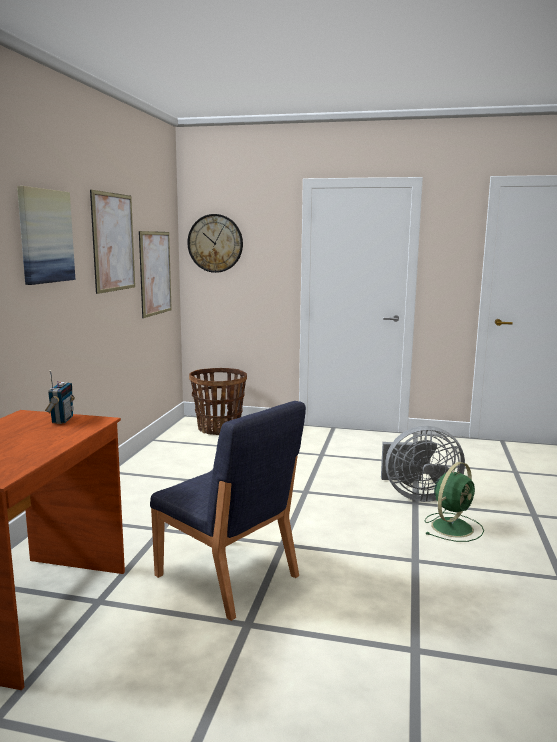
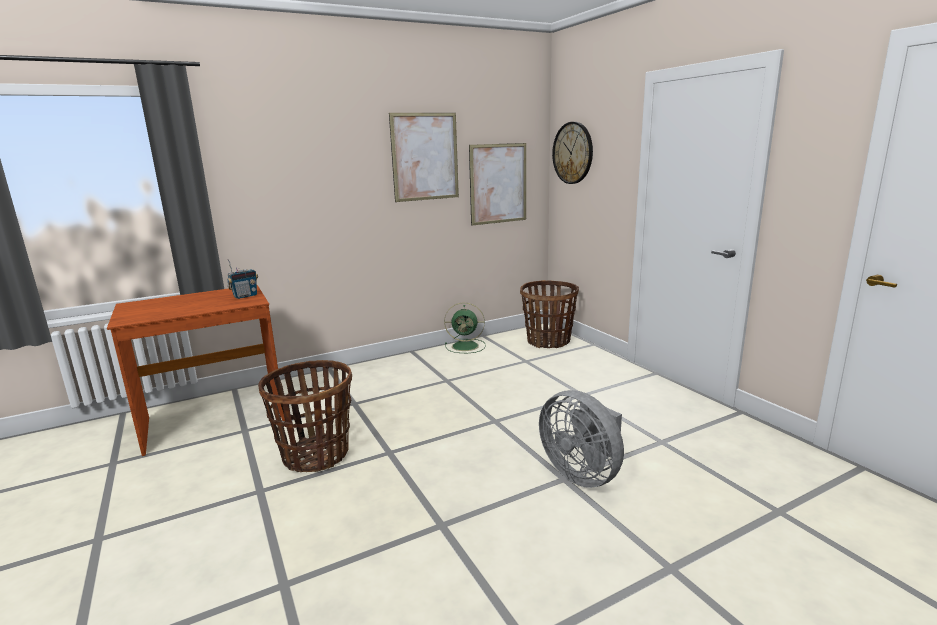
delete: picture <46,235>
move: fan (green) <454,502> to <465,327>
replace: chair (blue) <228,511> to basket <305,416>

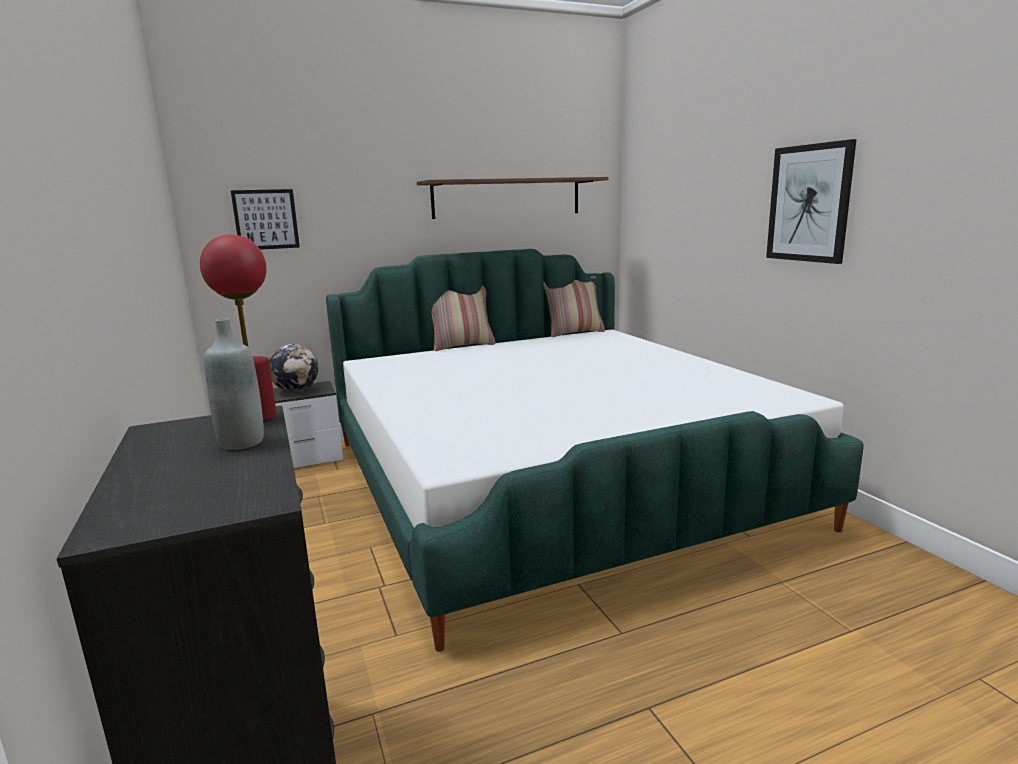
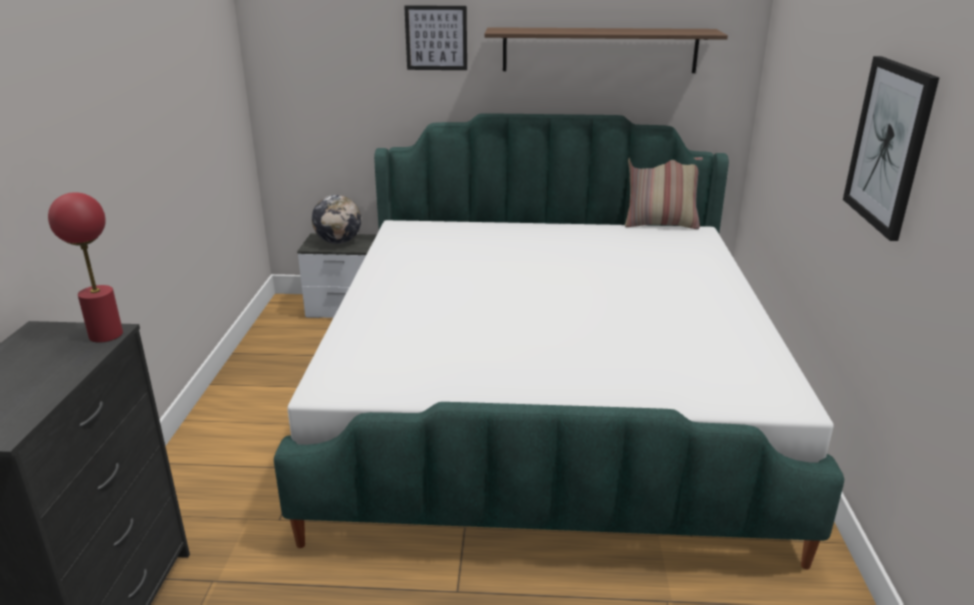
delete: bottle (grey) <234,384>; pillow <463,318>
move: picture <265,219> to <435,37>

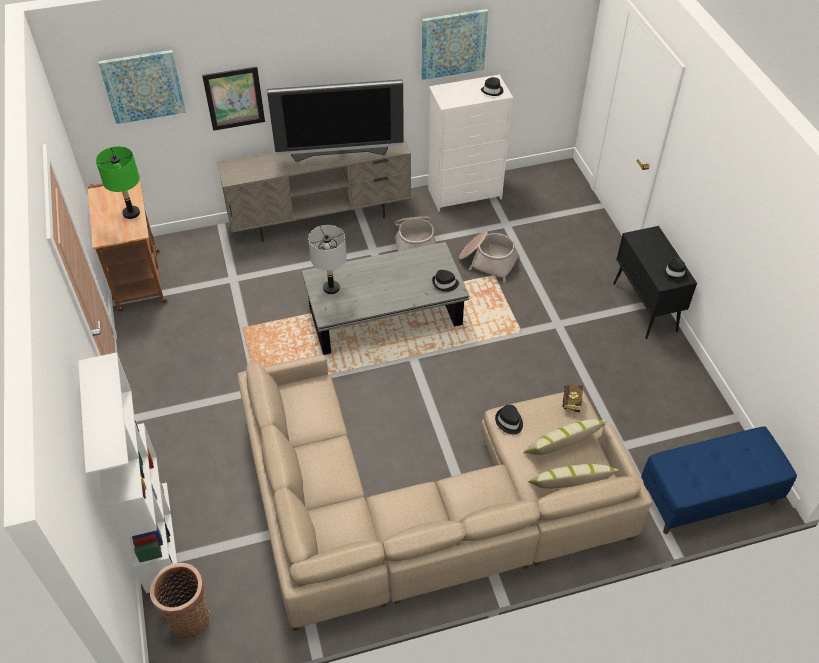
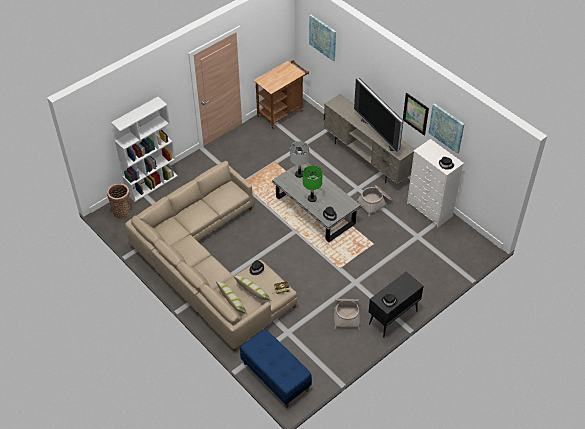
move: table lamp (green) <118,182> to <313,183>; picture <233,98> to <416,114>; basket <489,257> to <347,314>

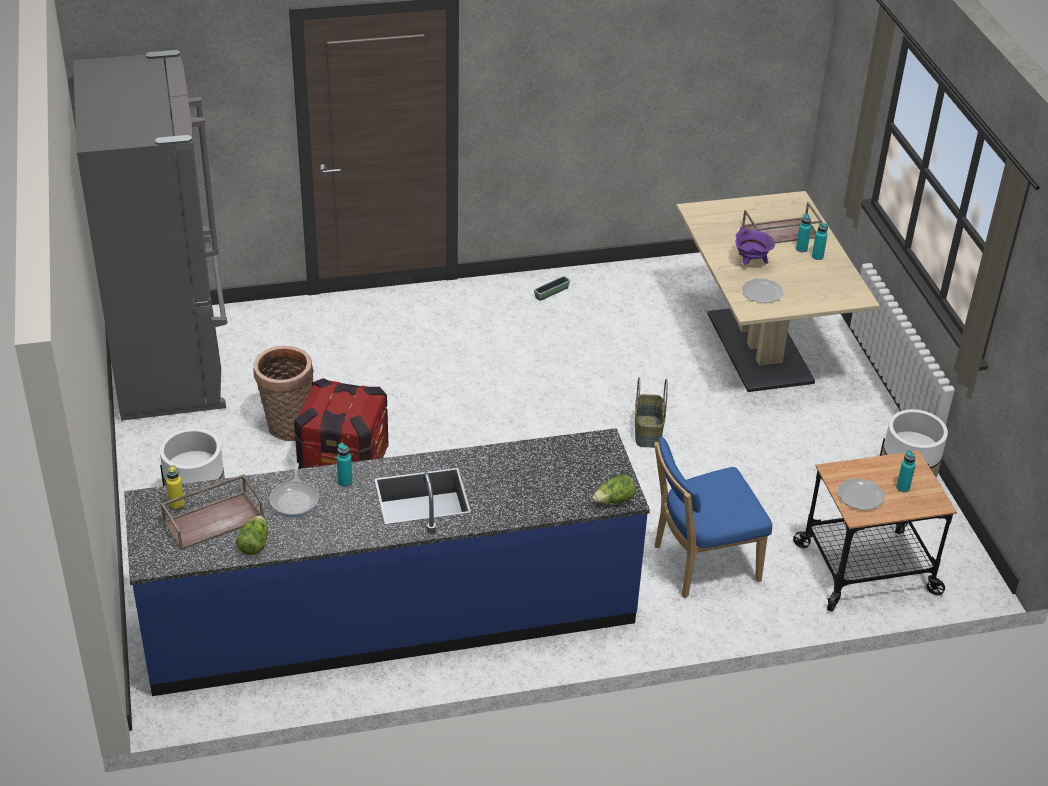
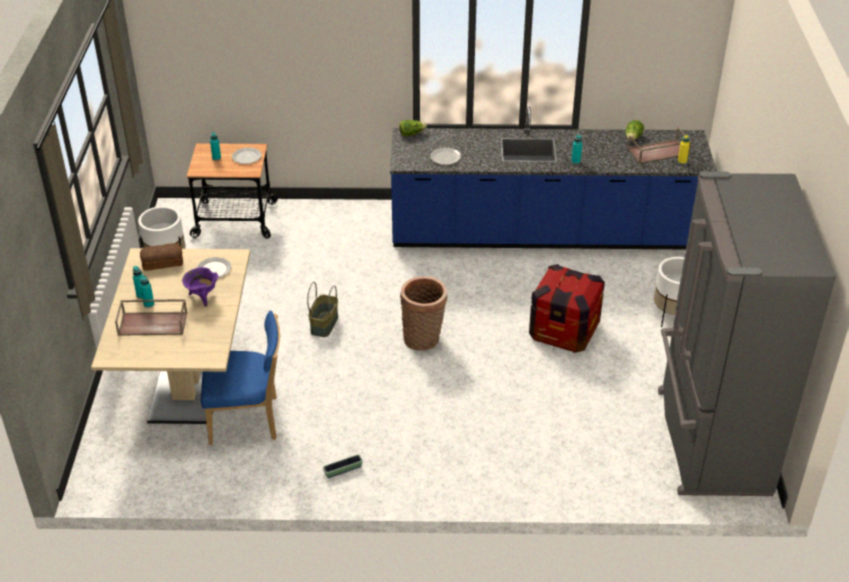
delete: frying pan <294,490>
insert: bread <161,257>; plate <445,156>
move: basket <283,393> to <423,313>; chair (blue) <713,517> to <240,378>

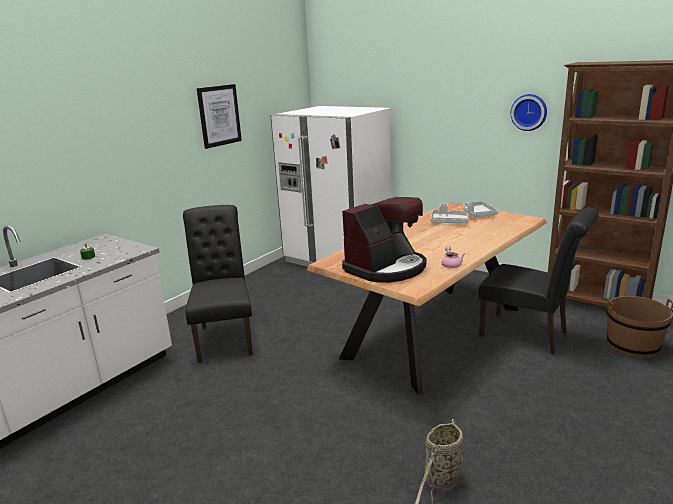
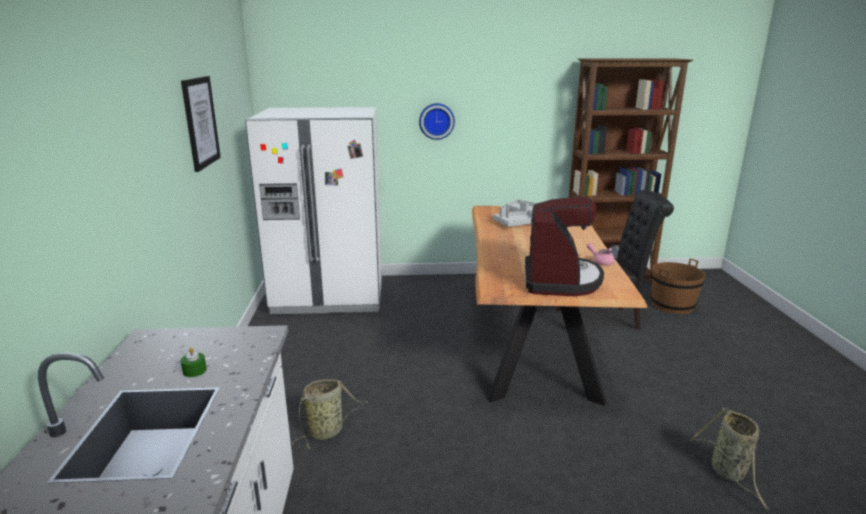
move: wall clock <528,112> to <437,121>
replace: chair (black) <218,284> to basket <330,414>

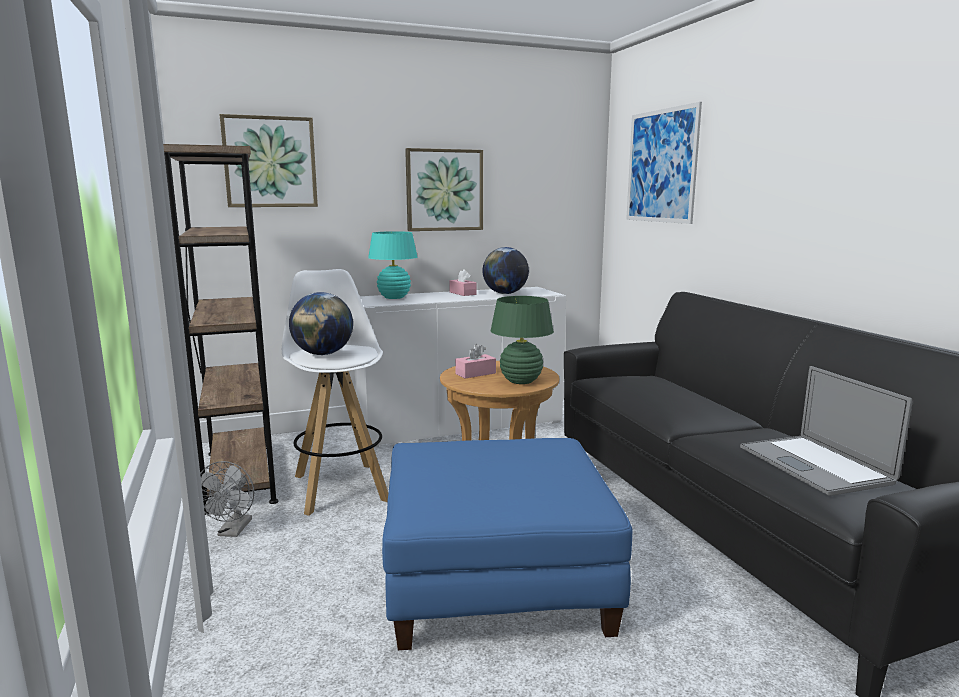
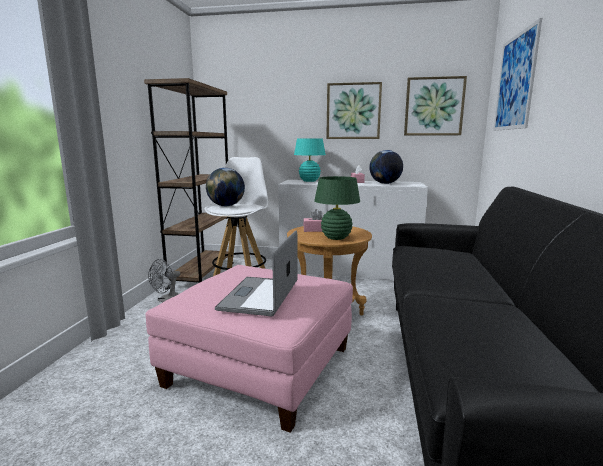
move: picture <268,160> to <435,106>; laptop <826,431> to <256,273>
recolor: ottoman (blue) <507,544> to ottoman (pink) <249,349>

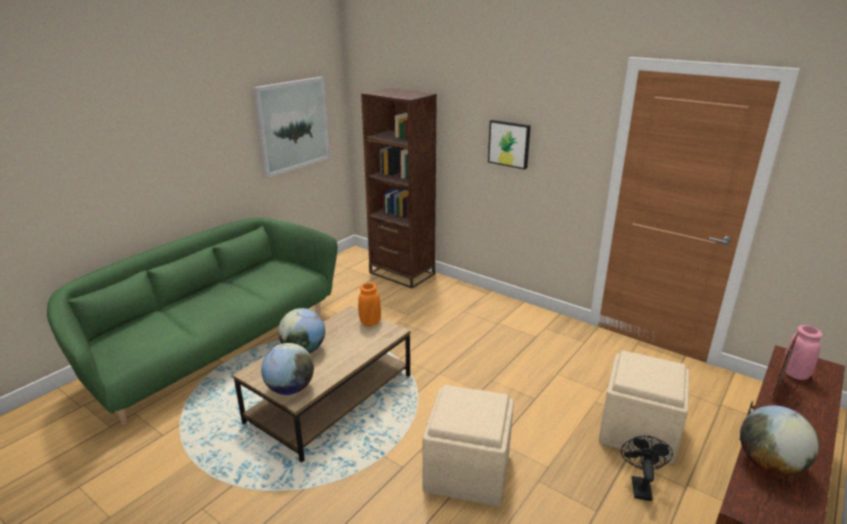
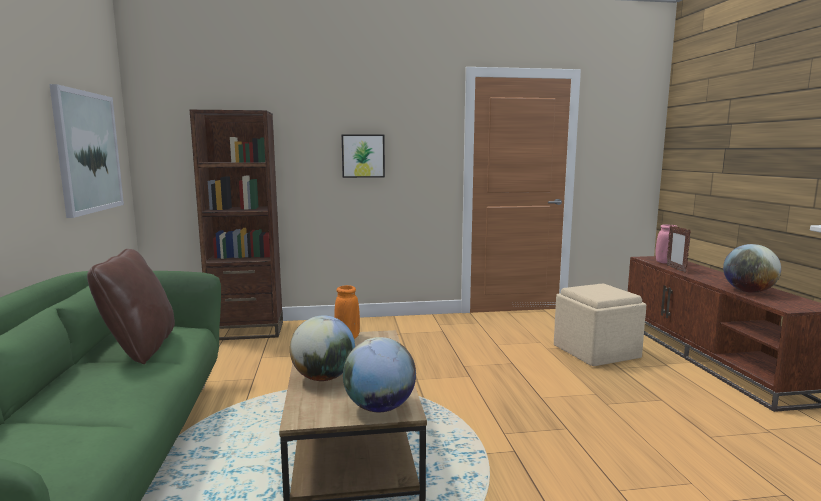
delete: ottoman (beige) <468,446>; fan (black) <647,468>
insert: pillow (brown) <131,306>

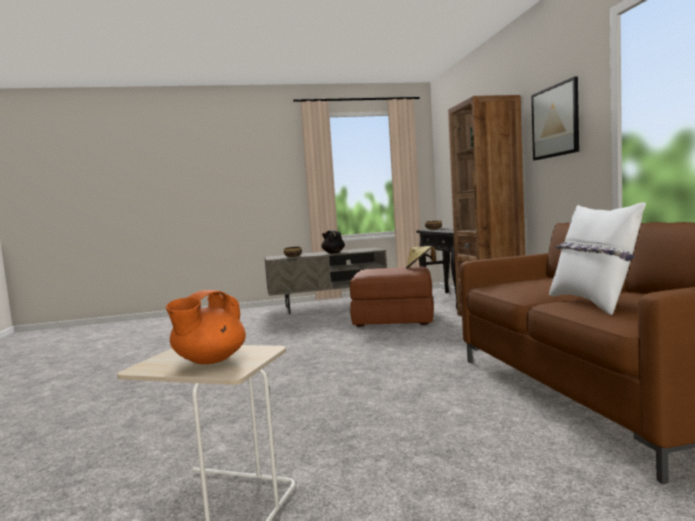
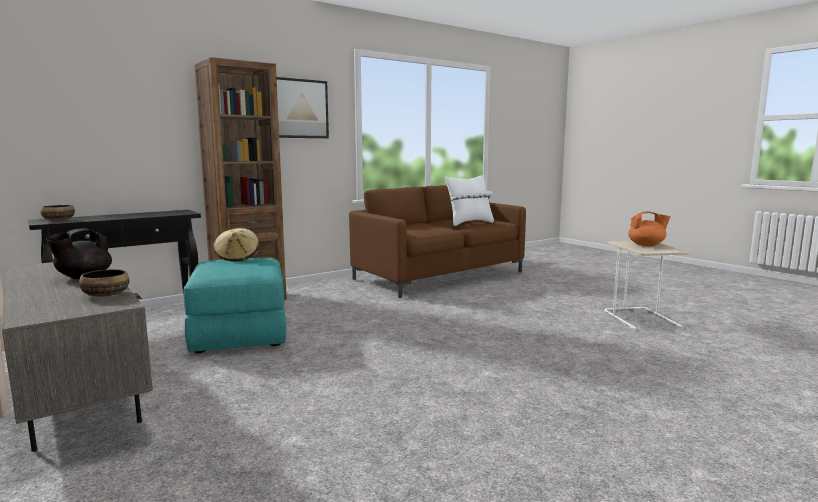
recolor: ottoman (brown) <392,296> to ottoman (turquoise) <235,305>

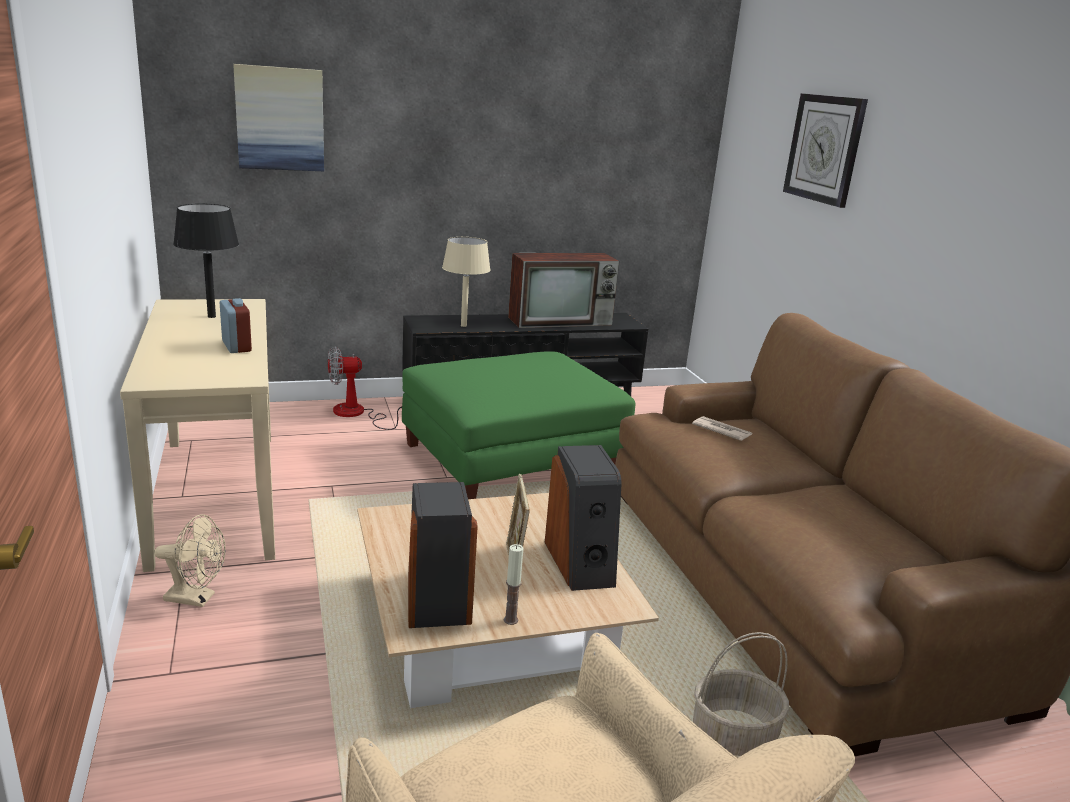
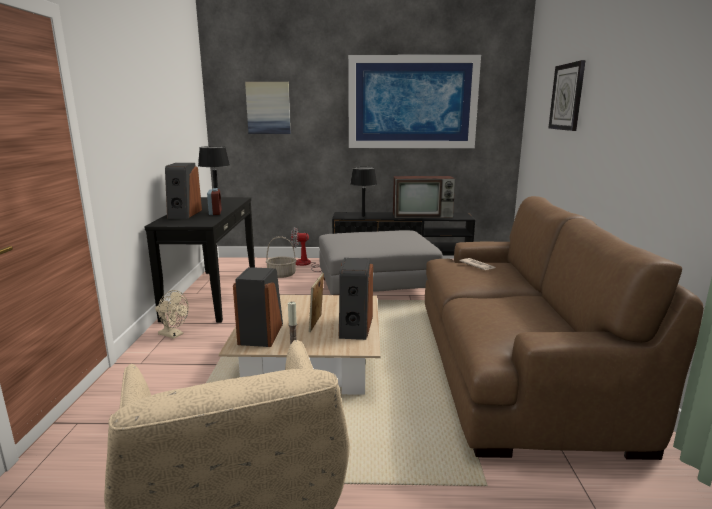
insert: speaker <183,191>; picture <414,101>
move: basket <741,694> to <281,257>
recolor: console table (beige) <197,435> to console table (black) <199,260>; ottoman (green) <518,425> to ottoman (grey) <381,262>; table lamp (beige) <466,282> to table lamp (black) <363,192>

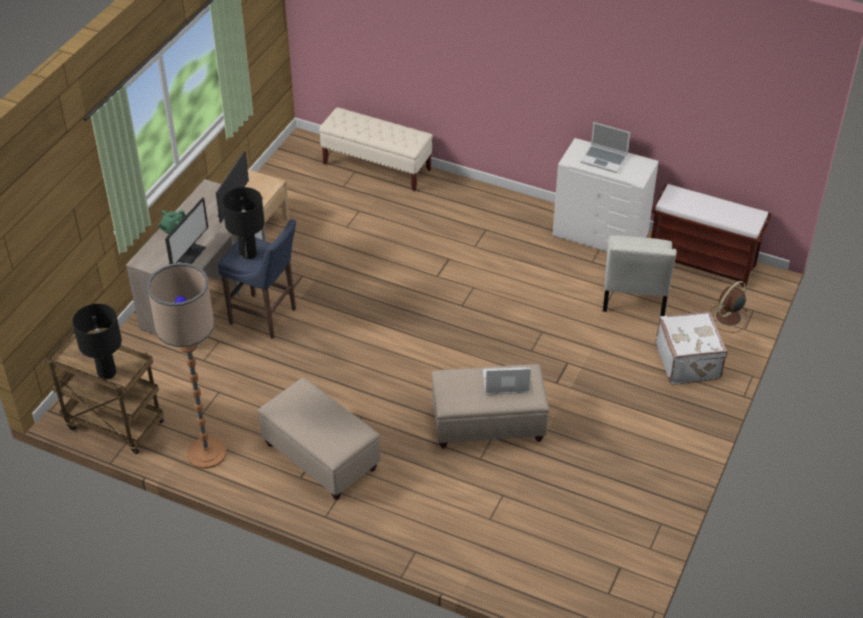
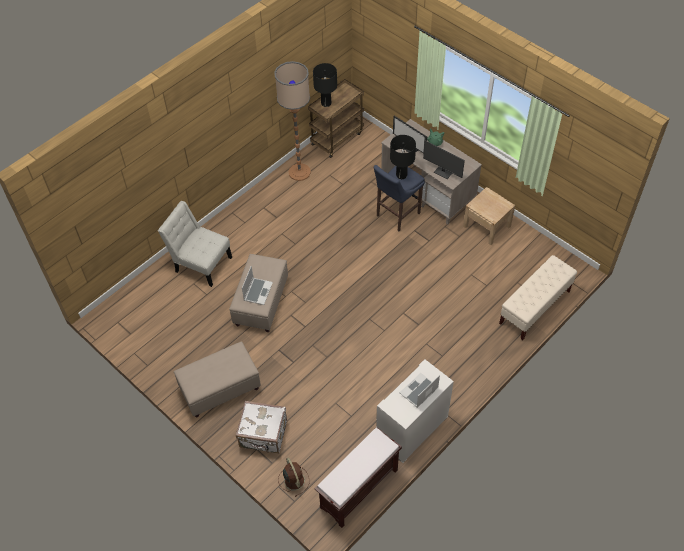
move: ottoman (beige) <318,438> to <217,379>; chair (white) <640,275> to <195,244>

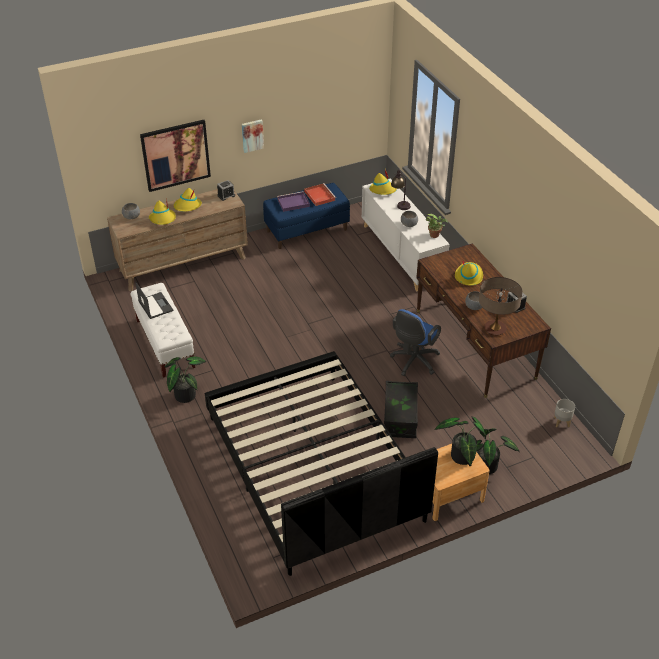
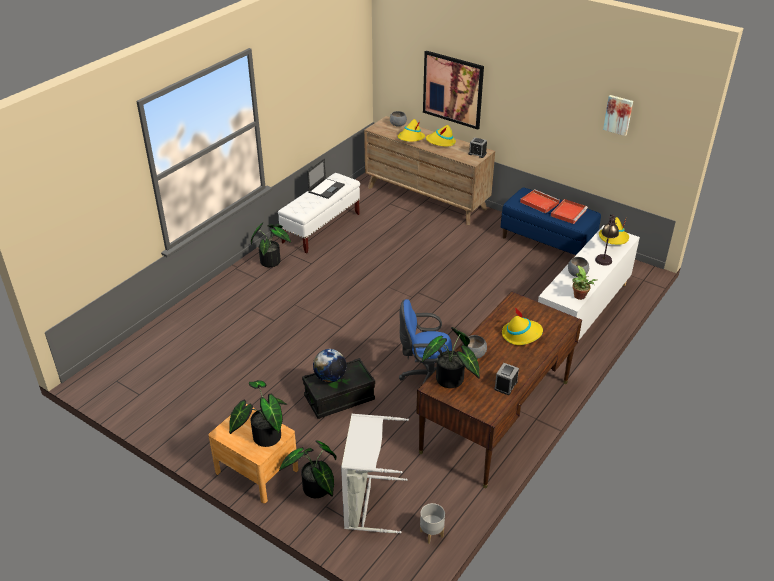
delete: bed (black) <321,463>
insert: globe <329,365>; laundry basket (grey) <375,474>
move: picture <253,136> to <618,115>
replace: table lamp <501,306> to potted plant <451,357>
recolor: tray (purple) <293,201> to tray (red) <540,201>

